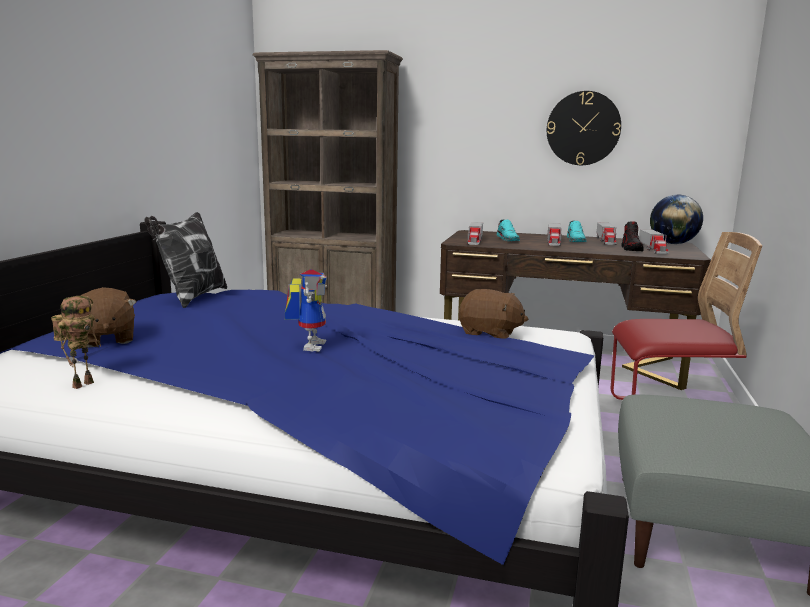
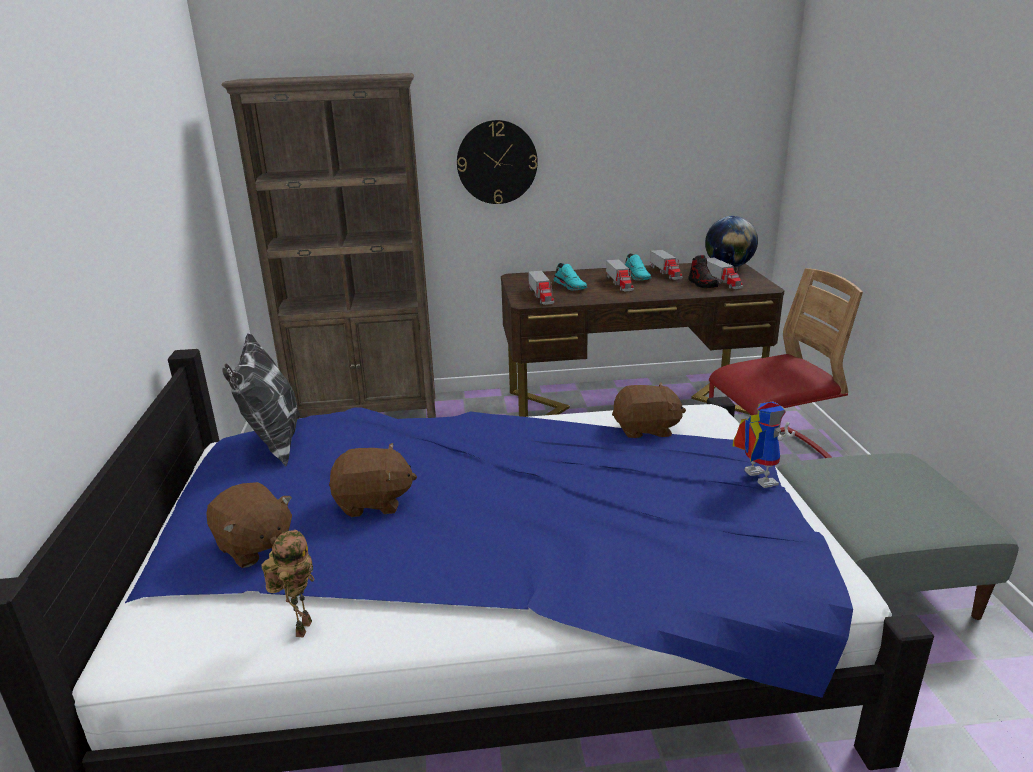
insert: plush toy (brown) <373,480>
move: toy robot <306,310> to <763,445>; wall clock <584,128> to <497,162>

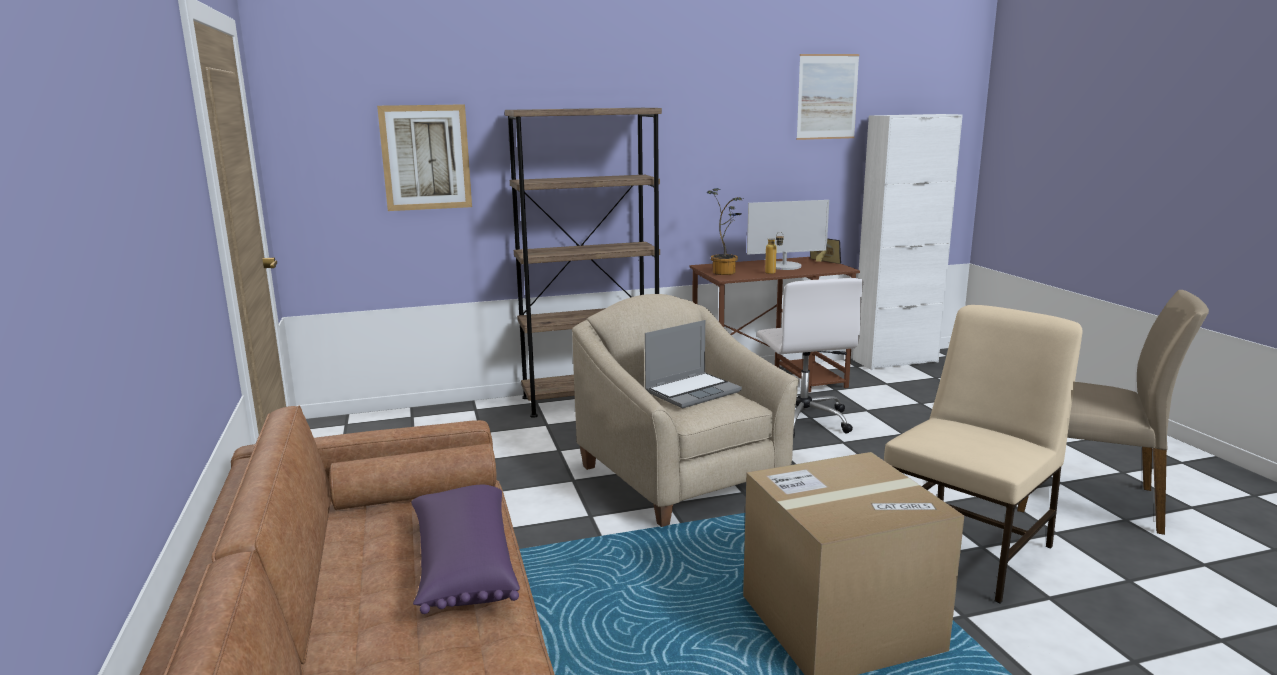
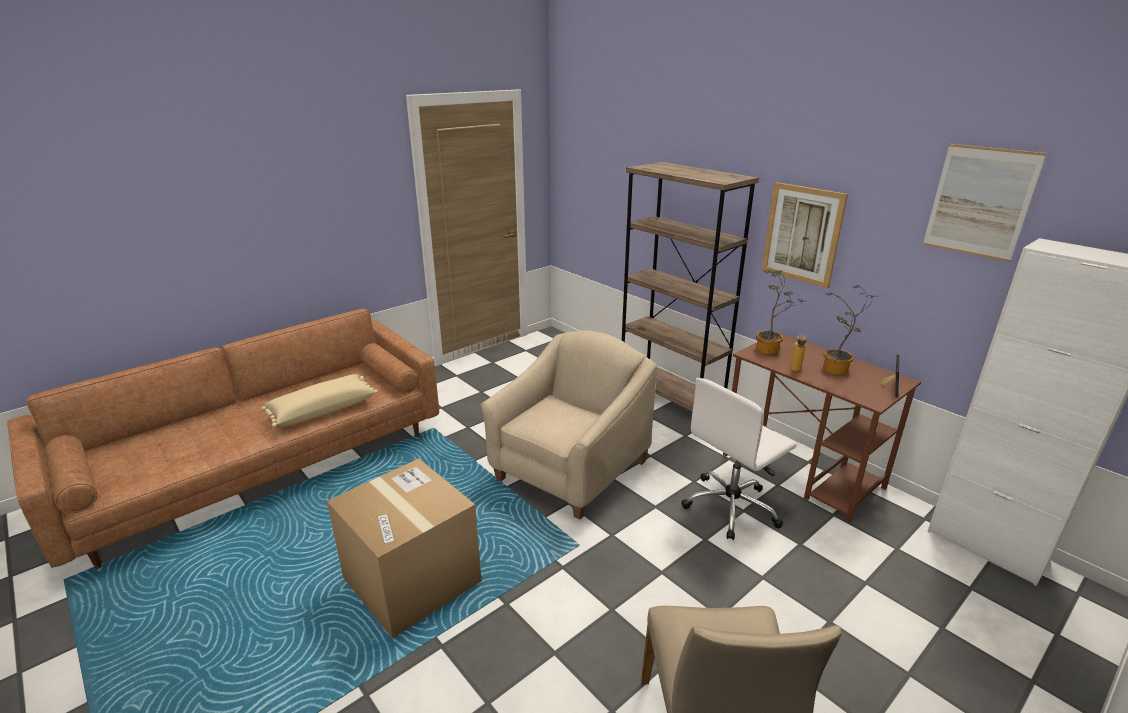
delete: laptop <693,364>; chair (beige) <983,454>
move: picture <424,157> to <804,235>
replace: monitor <788,235> to potted plant <850,330>
recolor: pillow (purple) <465,549> to pillow (beige) <319,400>

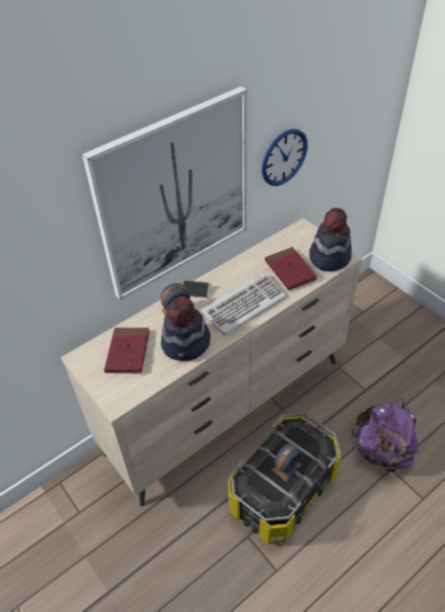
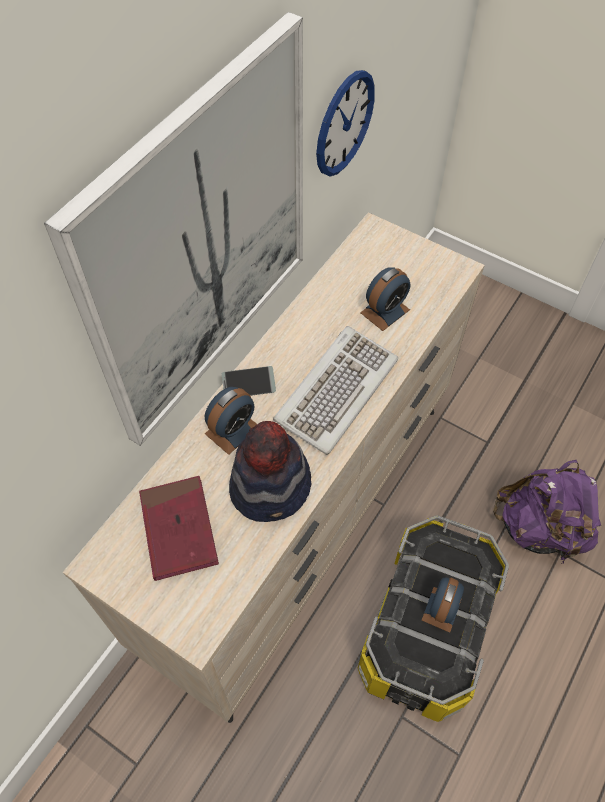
delete: hat <330,240>
replace: book (red) <291,268> to alarm clock <385,299>

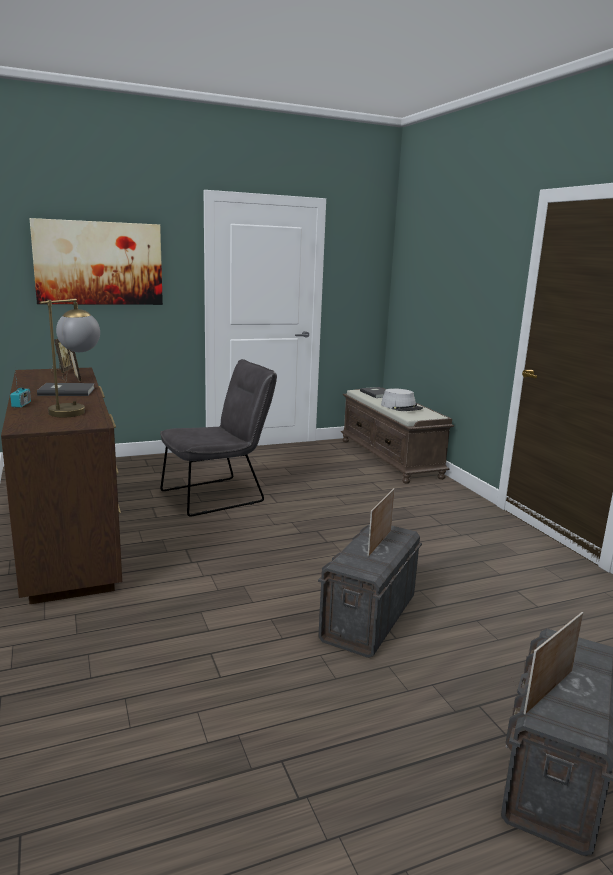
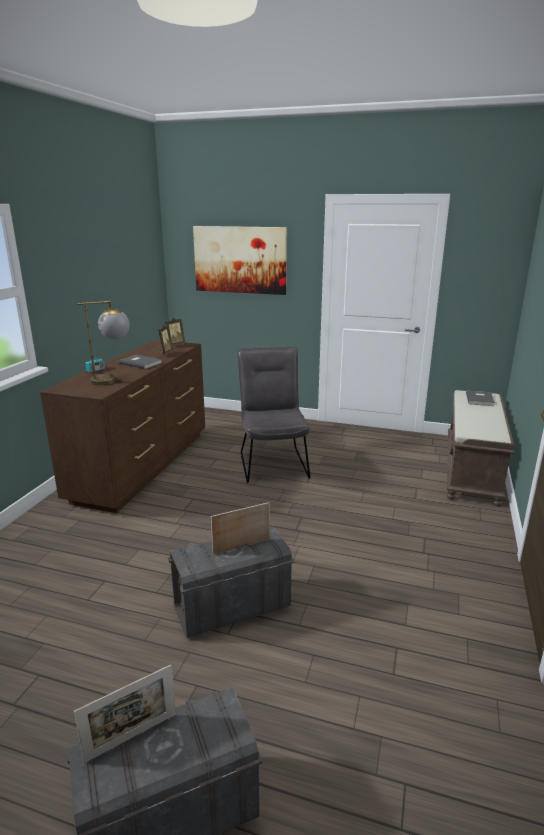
delete: hat (grey) <402,399>
rotate: chair (grey) <218,438> = <273,415> 105 degrees counterclockwise; picture frame <553,663> = <125,714> 150 degrees clockwise

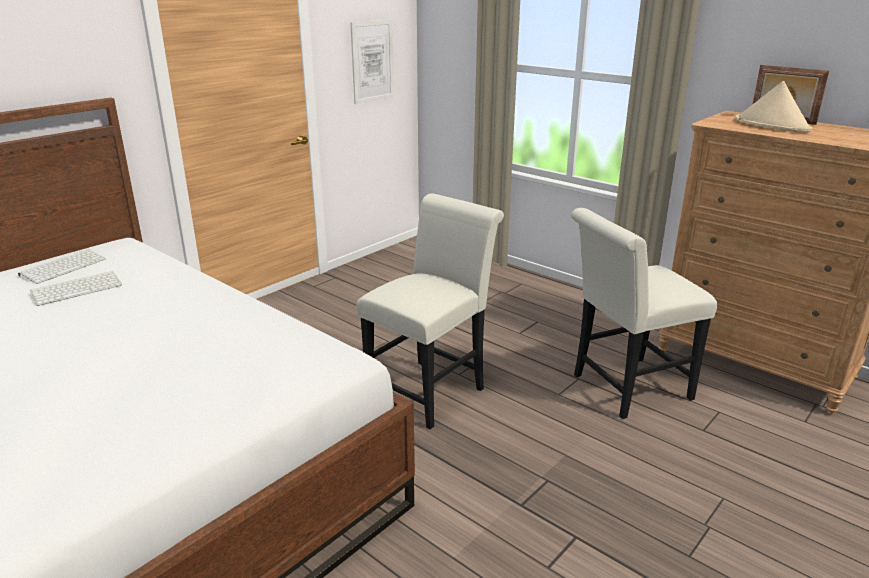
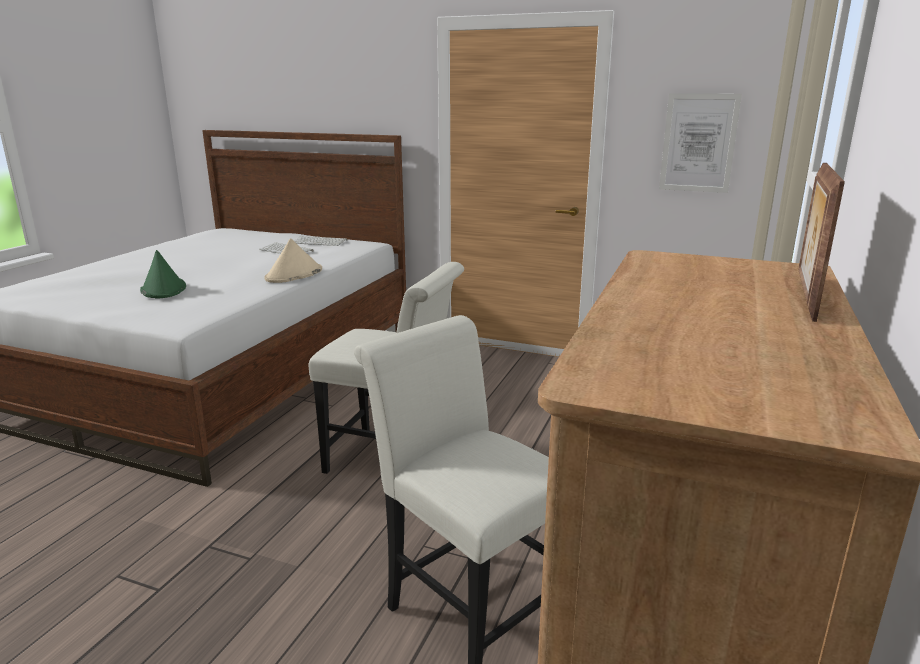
insert: hat (green) <163,274>
move: hat (beige) <773,106> to <293,260>

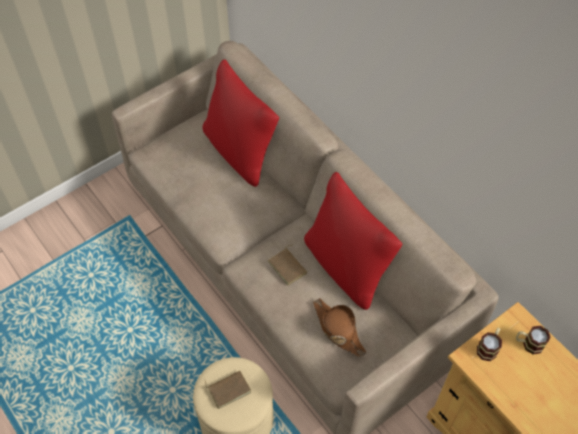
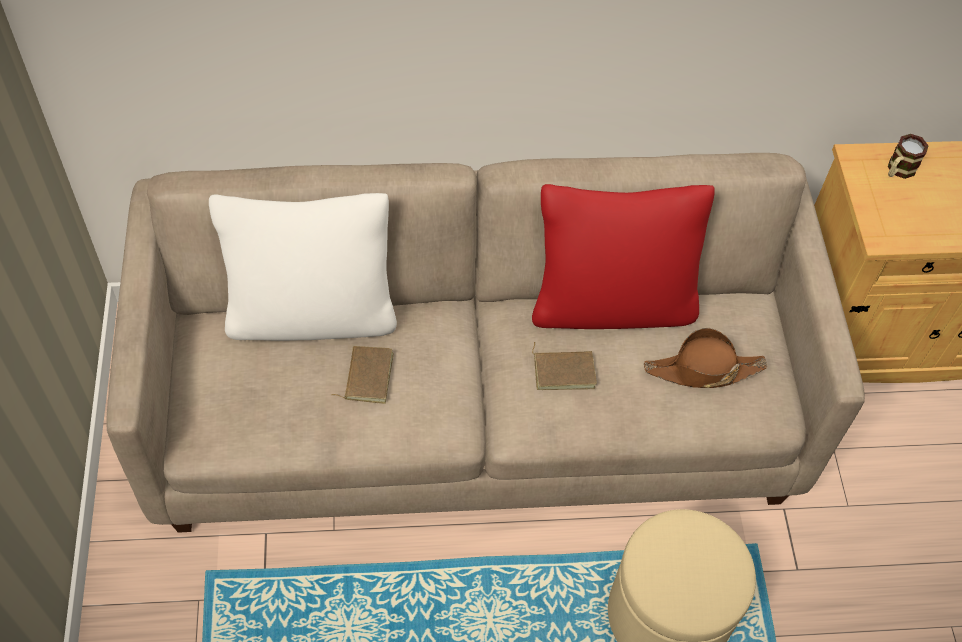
delete: mug <489,344>
move: book (brown) <228,390> to <363,375>
recolor: pillow (red) <240,123> to pillow (white) <303,267>

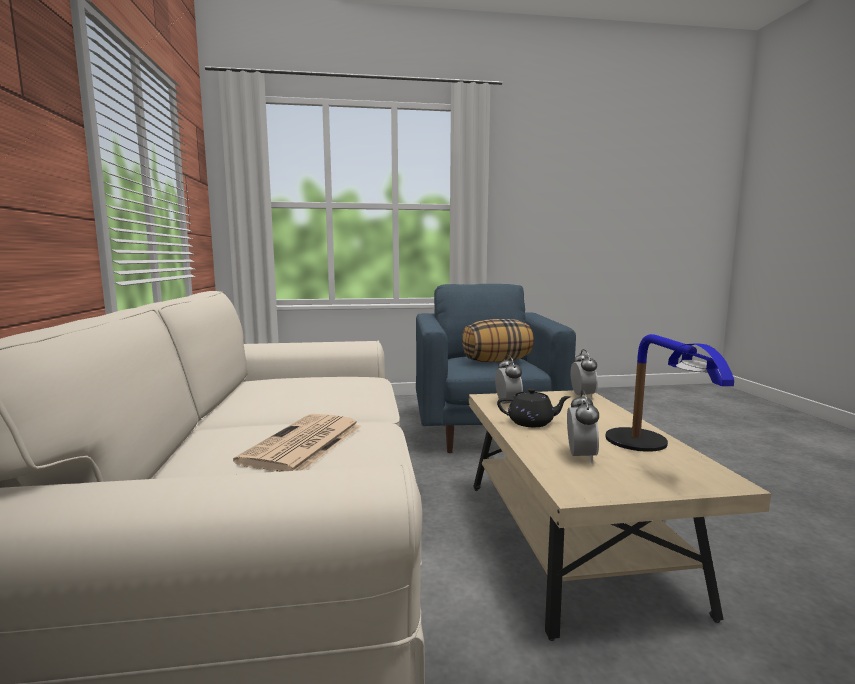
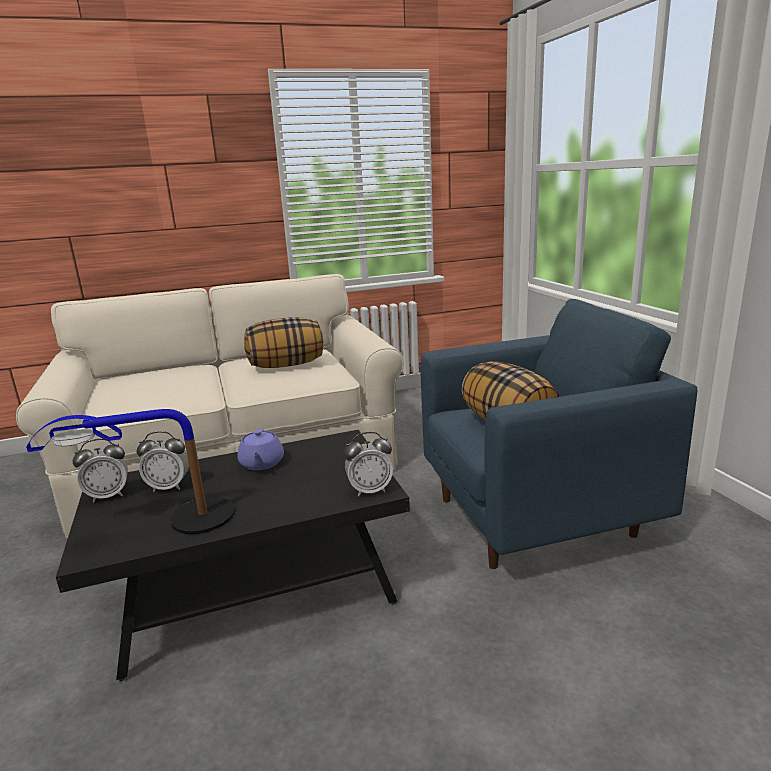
delete: newspaper <297,443>
insert: pillow <283,342>
move: alarm clock <509,380> to <100,470>
recolor: coffee table (beige) <620,515> to coffee table (black) <233,555>; teapot (black) <534,407> to teapot (purple) <261,449>

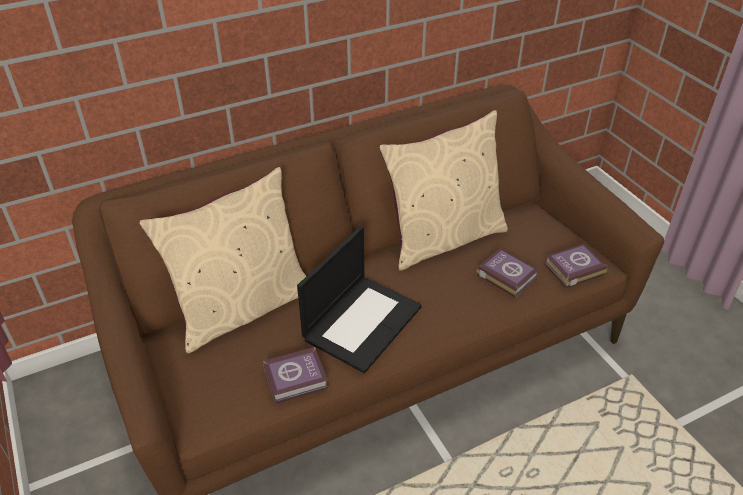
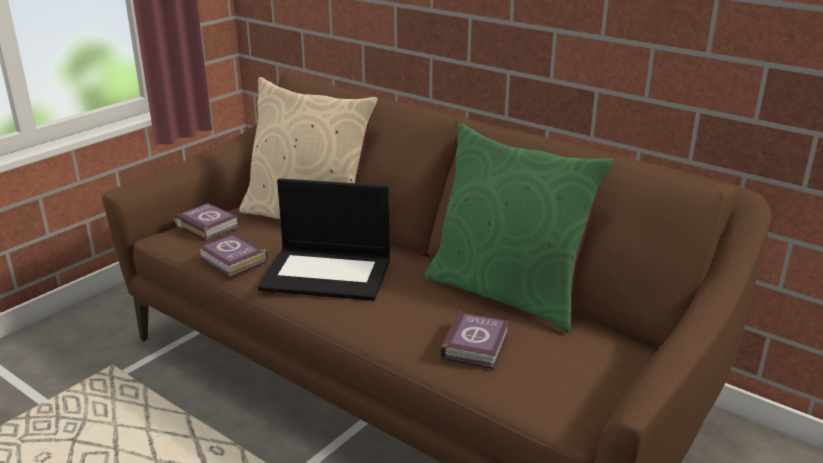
move: book <576,266> to <207,222>
recolor: pillow (beige) <443,190> to pillow (green) <519,227>

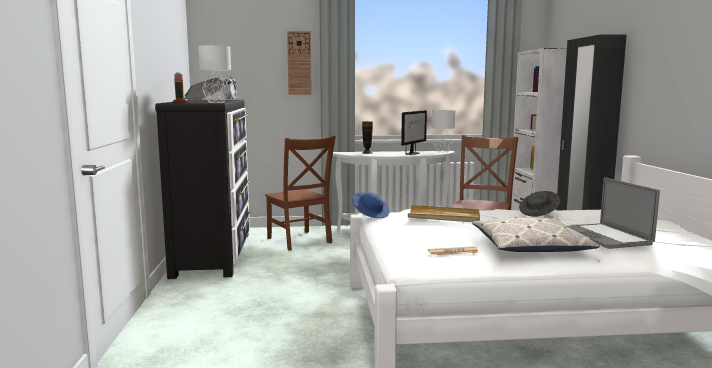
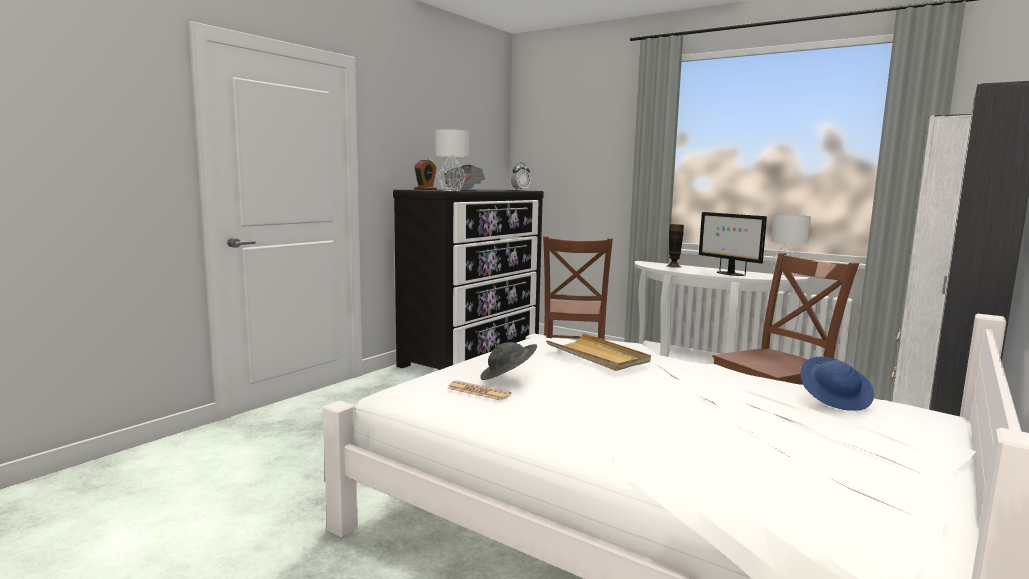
delete: wall clock <299,63>; pillow <536,234>; laptop <613,213>
move: hat (blue) <370,205> to <837,384>; hat (grey) <539,204> to <508,361>
rotate: monitor <414,132> = <733,244> 75 degrees clockwise

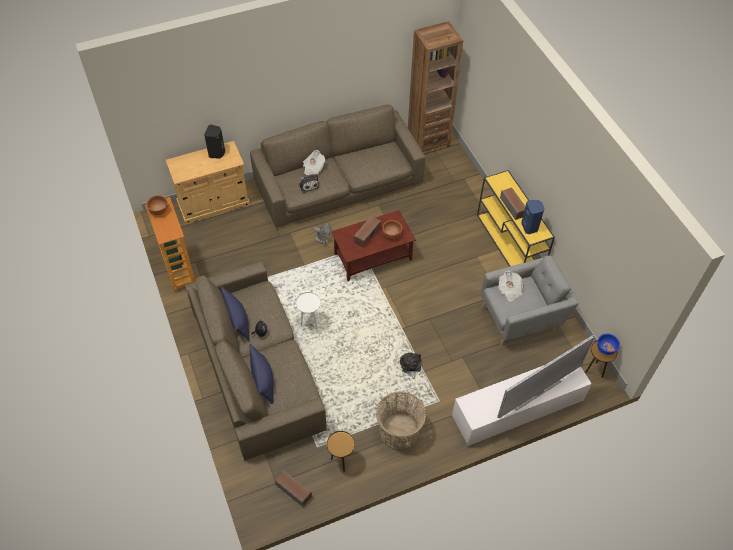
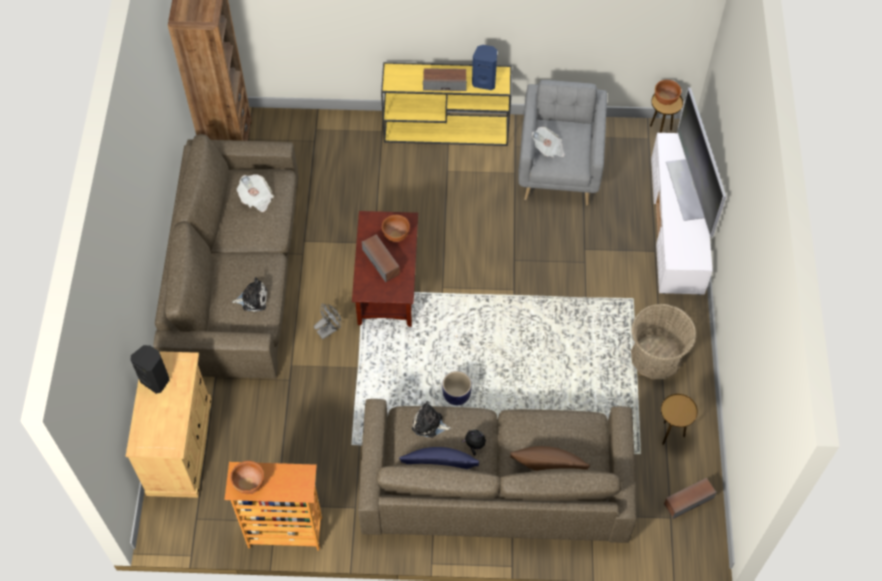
move: newspaper <314,162> to <255,193>; plush toy <410,365> to <431,419>
replace: side table (white) <308,310> to planter <457,388>
recolor: pillow (blue) <261,374> to pillow (brown) <550,458>; bowl (blue) <608,344> to bowl (brown) <668,92>

